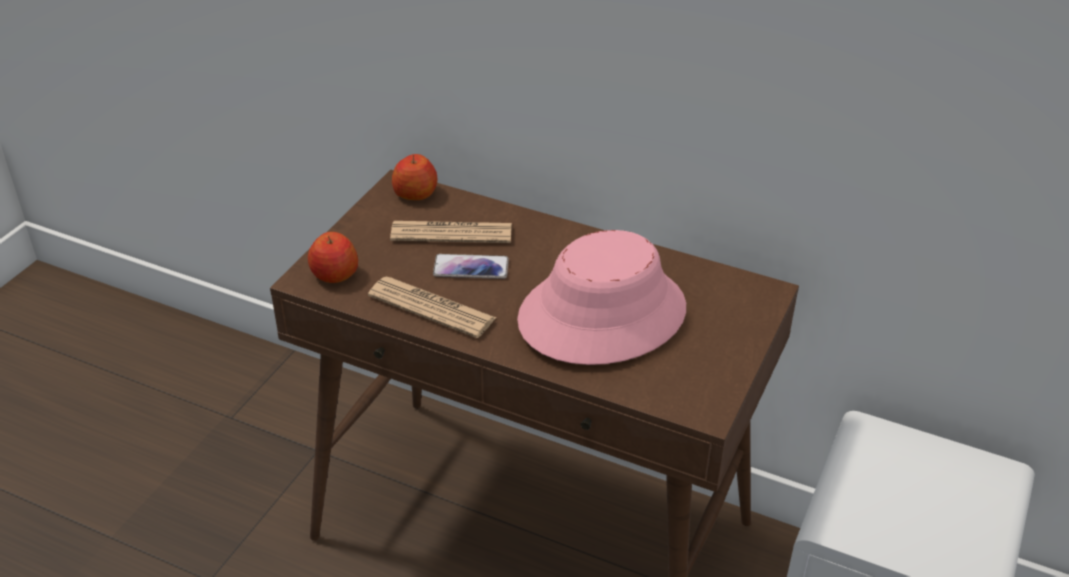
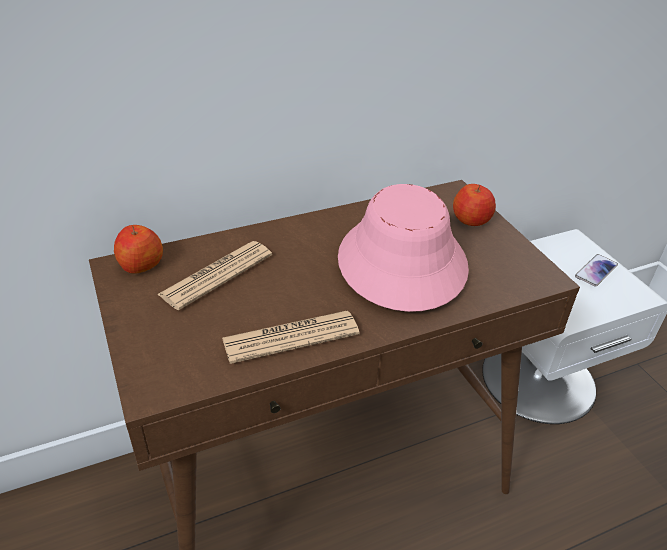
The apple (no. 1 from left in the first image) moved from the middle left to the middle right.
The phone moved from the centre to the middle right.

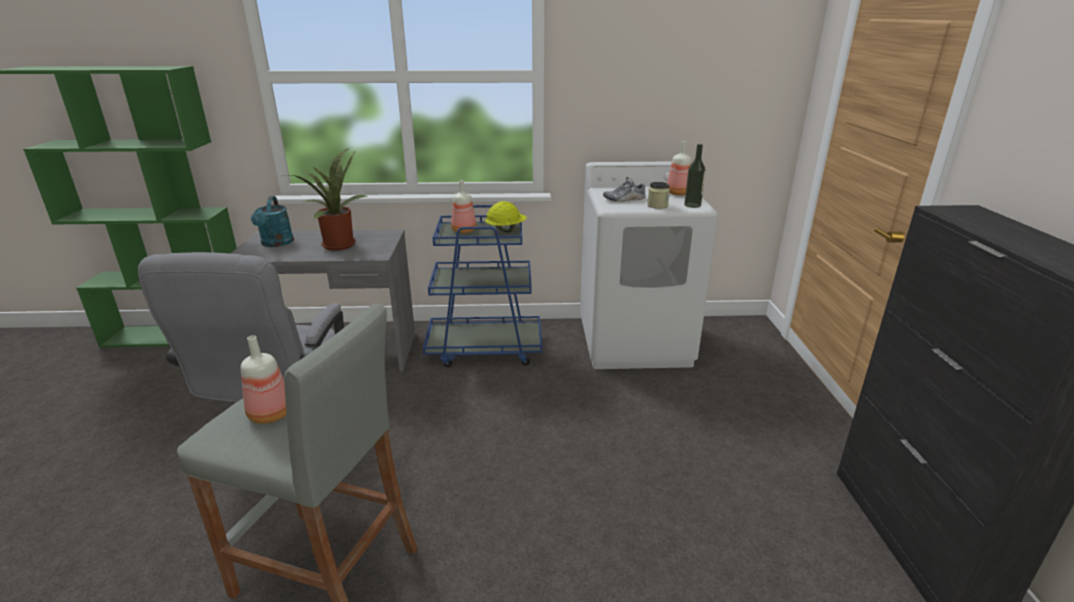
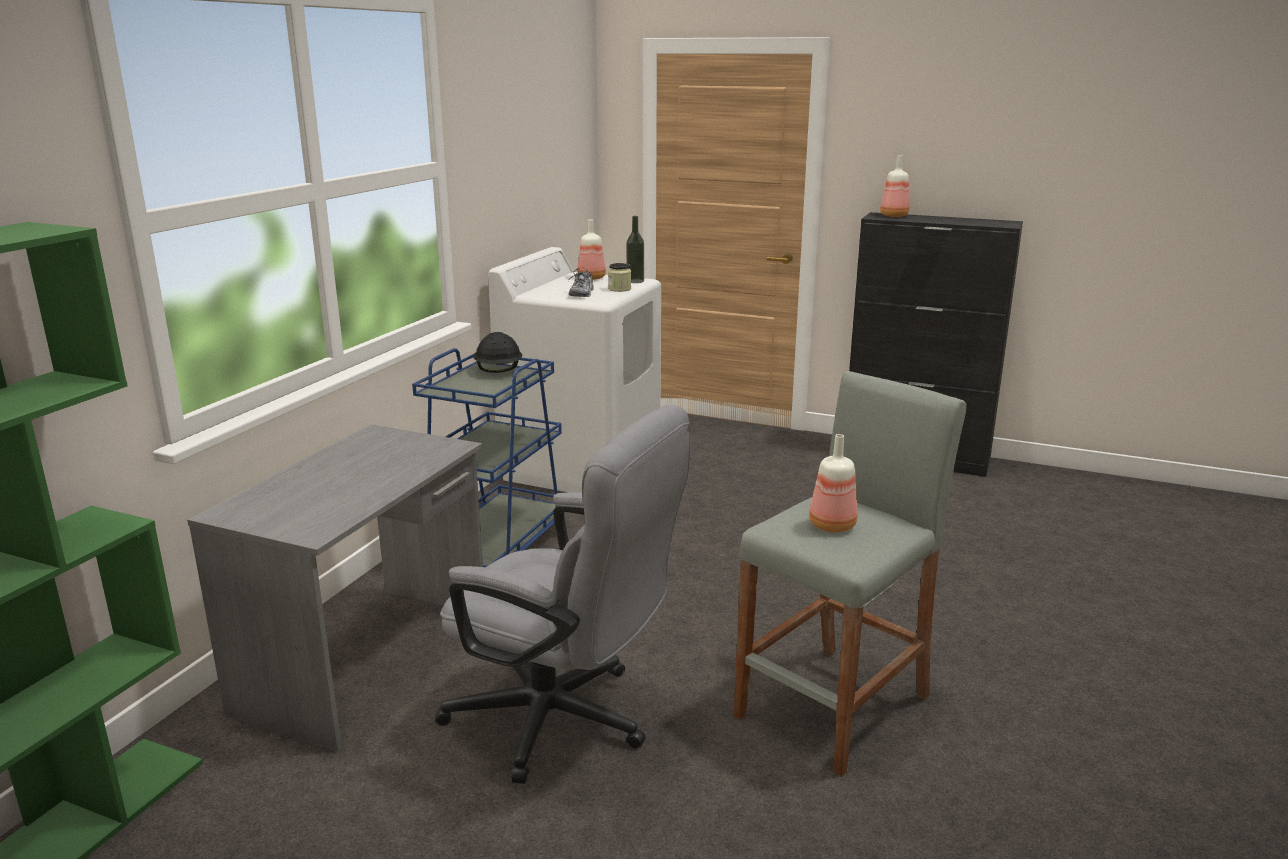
The potted plant at the top left disappeared.
The bottle (no. 2 from left in the first image) moved from the centre to the top right.
The watering can (turquoise) at the middle left disappeared.
The hard hat (yellow) at the centre became the hard hat (black) at the centre.

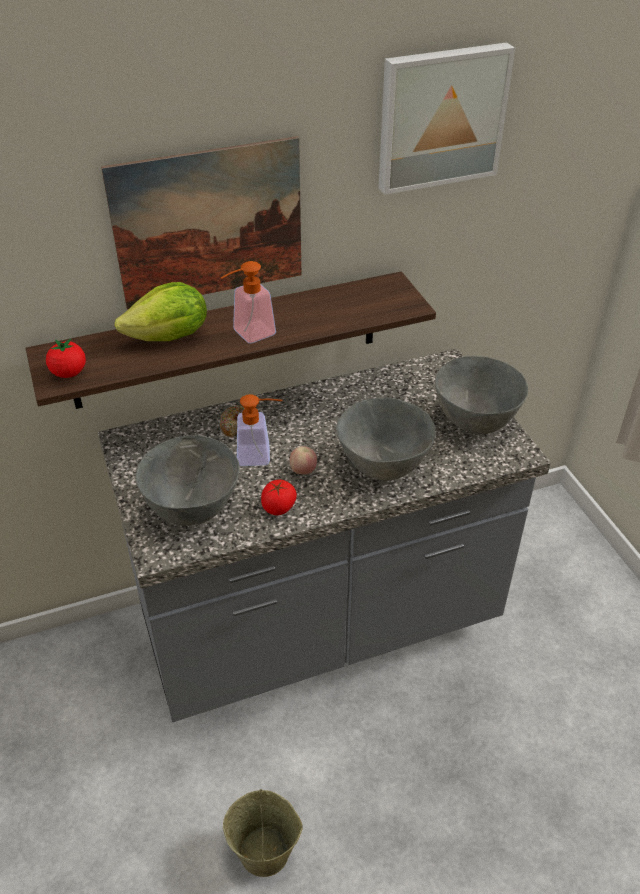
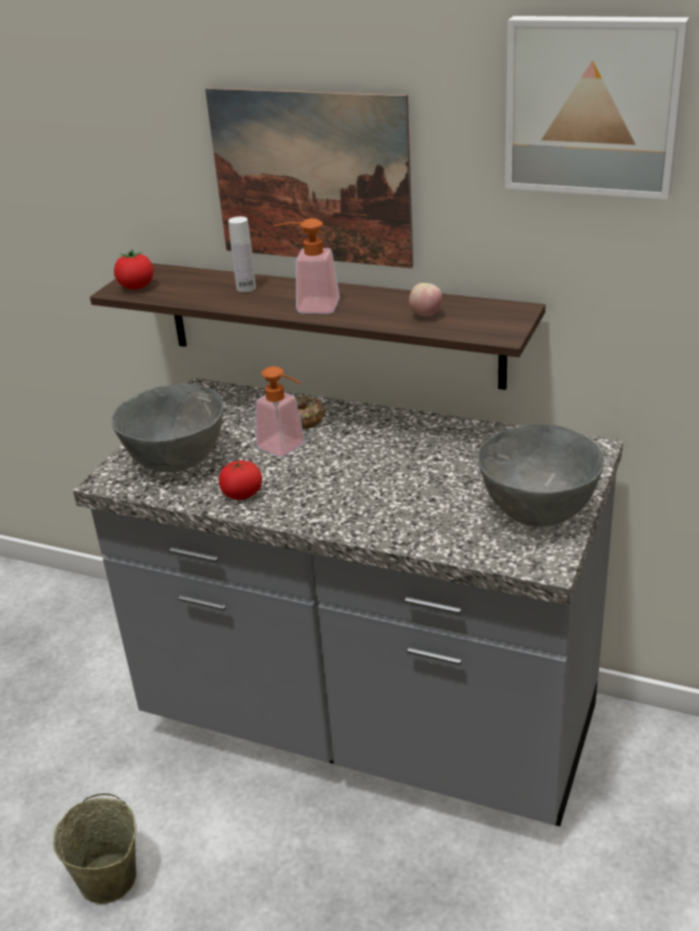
The lettuce at the middle left was replaced by the bottle (white) at the top centre.
The bowl (grey) (no. 2 from left) at the centre disappeared.
The apple moved from the centre to the top centre.

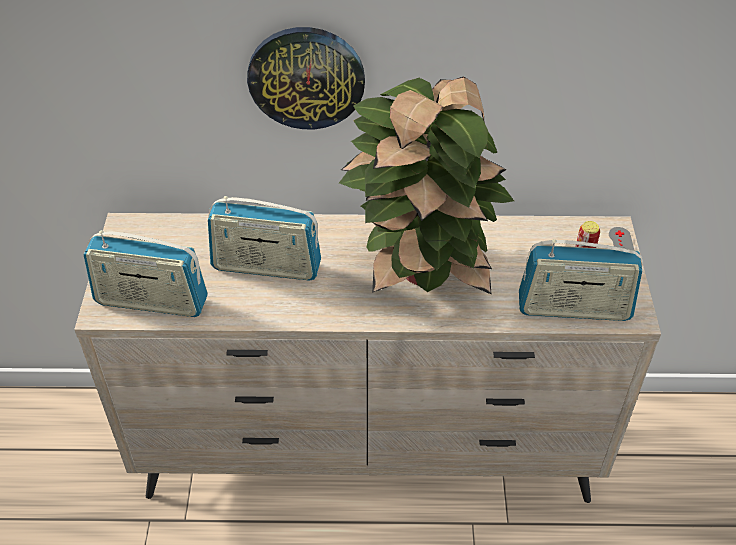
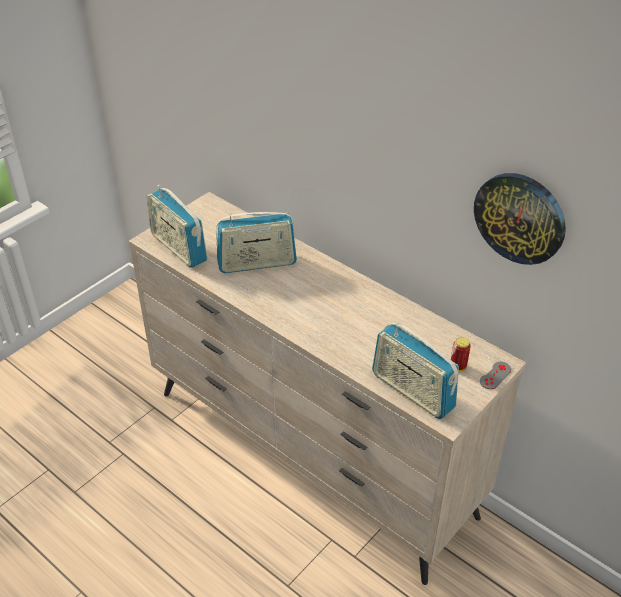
The wall clock moved from the top centre to the middle right.
The potted plant at the centre disappeared.
The radio (no. 2 from left) at the centre turned 60 degrees counterclockwise.

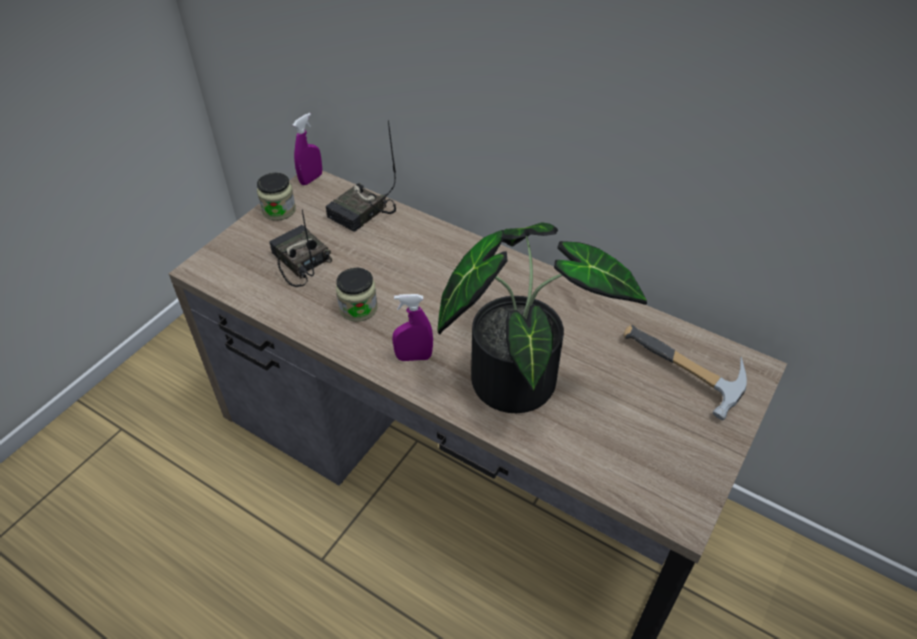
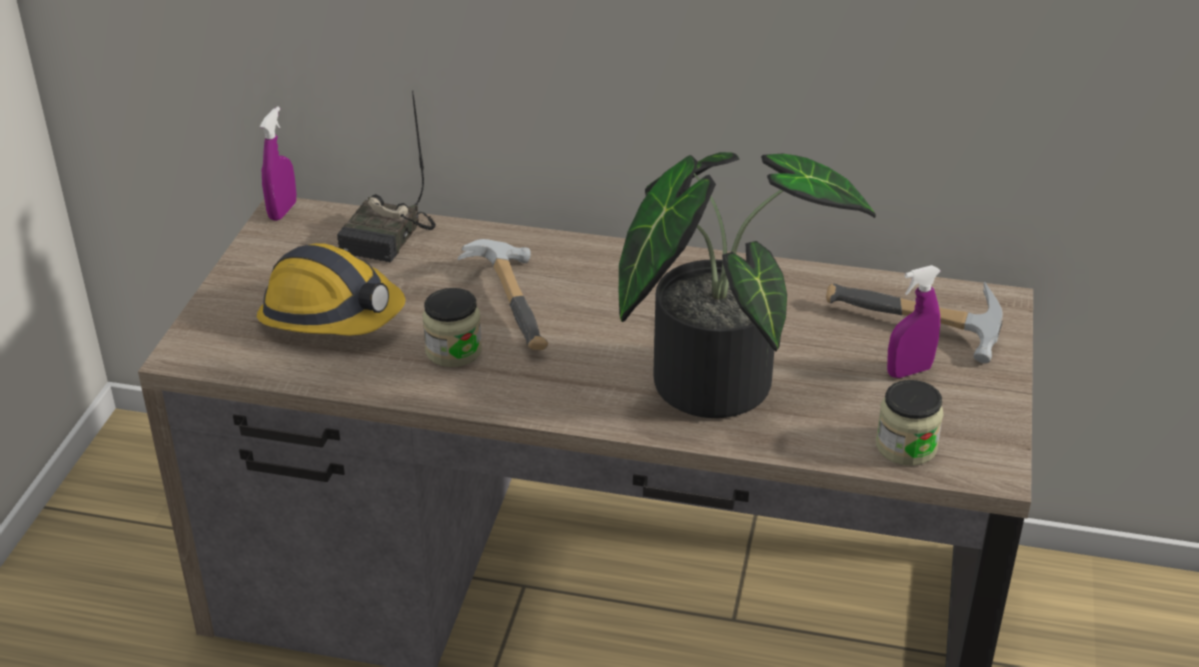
The jar (no. 1 from left in the first image) moved from the top left to the middle right.
The radio (no. 1 from left) at the middle left was replaced by the hard hat at the middle left.
The spray bottle (purple) (no. 2 from left) moved from the centre to the middle right.
The hammer (no. 1 from left) at the centre appeared.

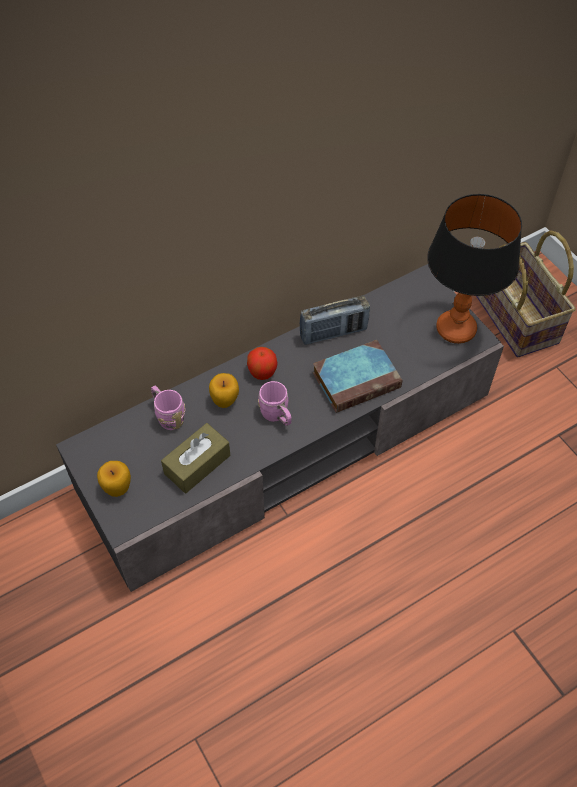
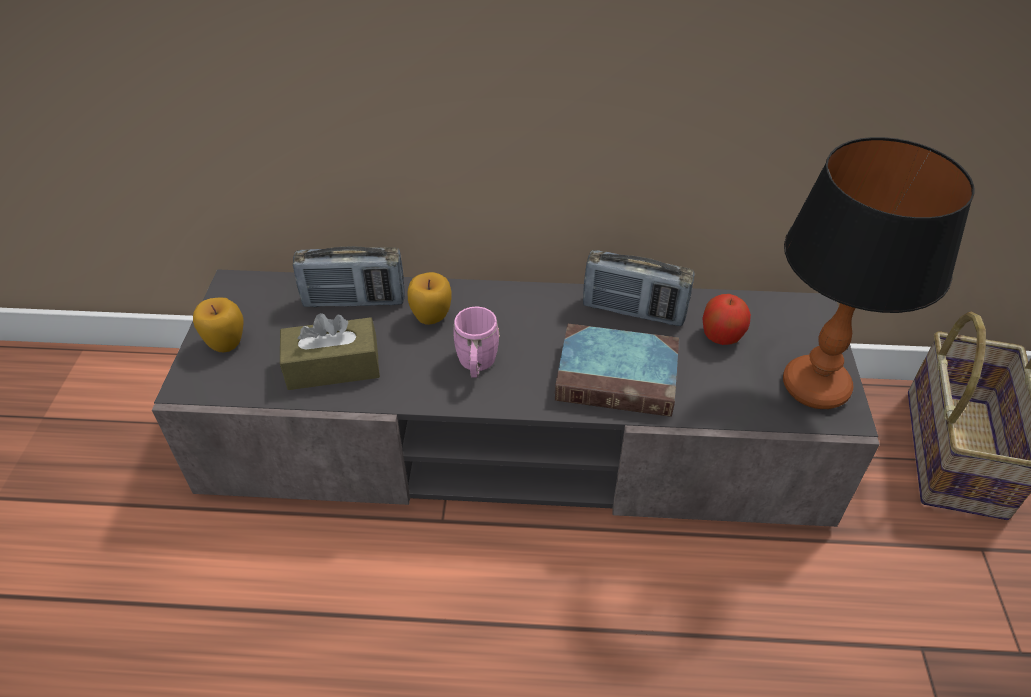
The apple (no. 3 from left) moved from the centre to the middle right.
The mug (pink) (no. 1 from left) at the middle left was replaced by the radio (no. 1 from left) at the centre.

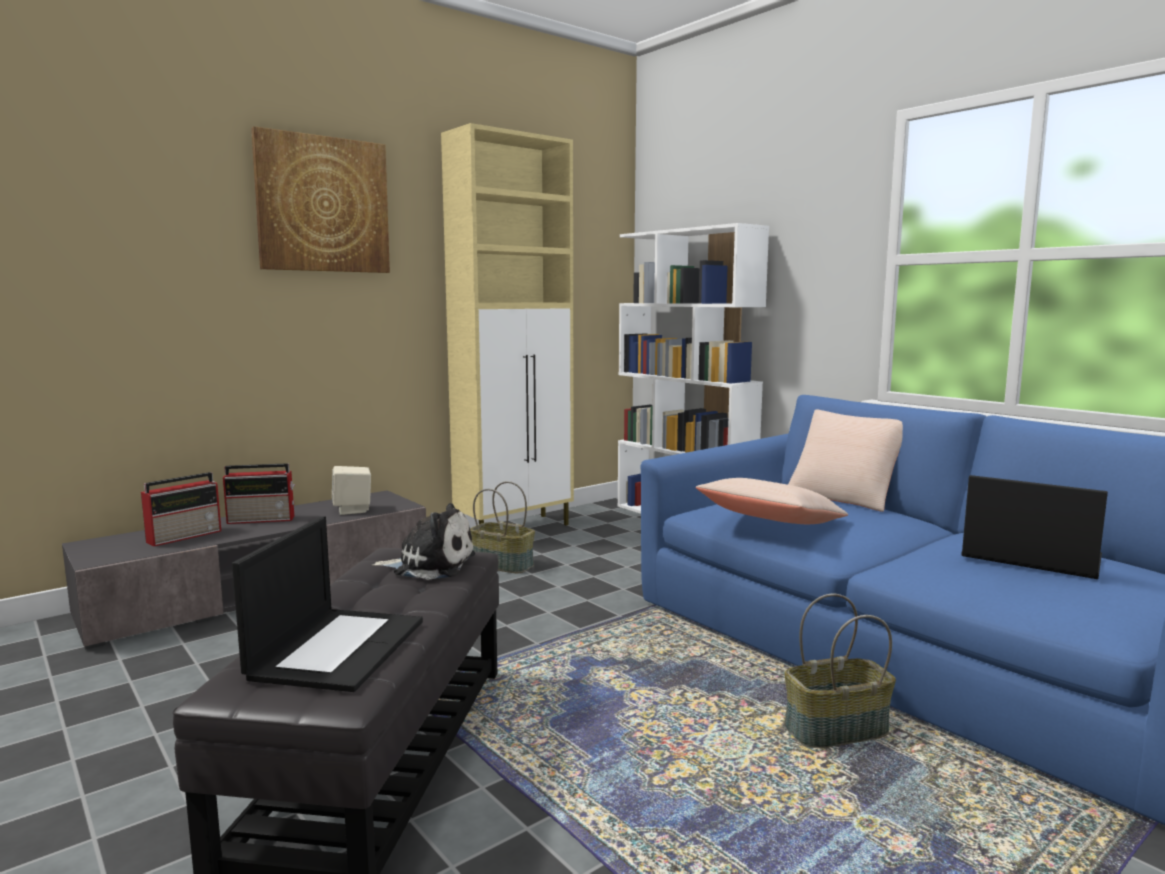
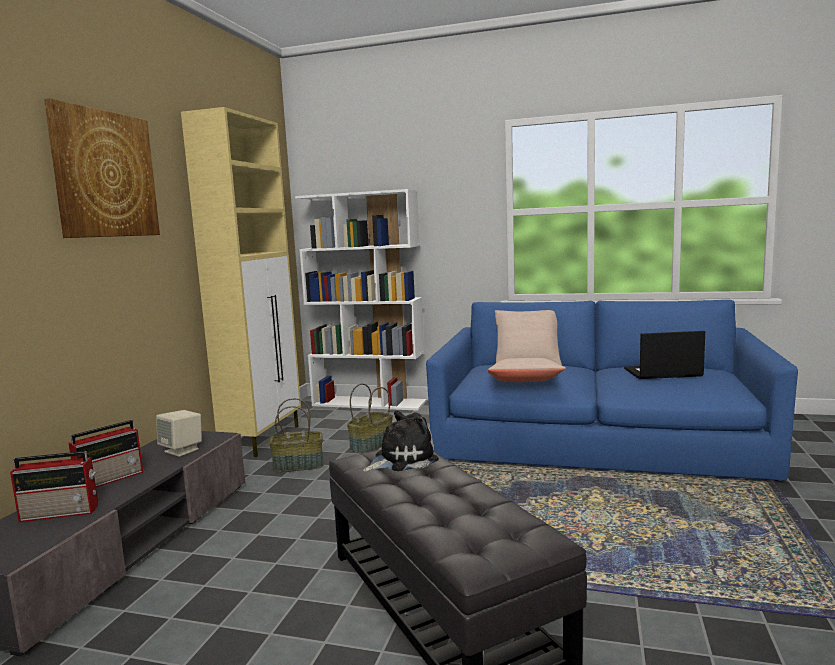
The radio (no. 1 from left) at the middle left turned 75 degrees clockwise.
The laptop (no. 1 from left) at the bottom left disappeared.
The basket (no. 2 from left) moved from the bottom right to the centre.

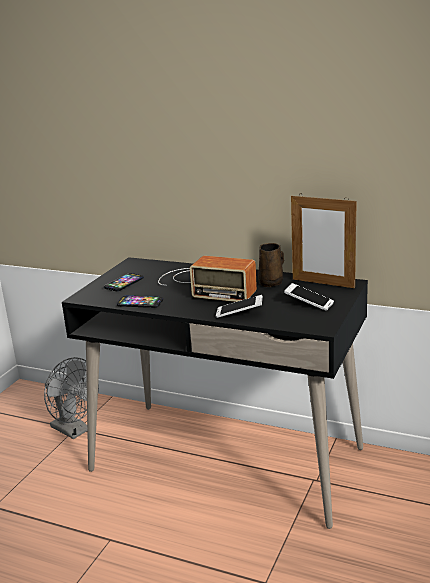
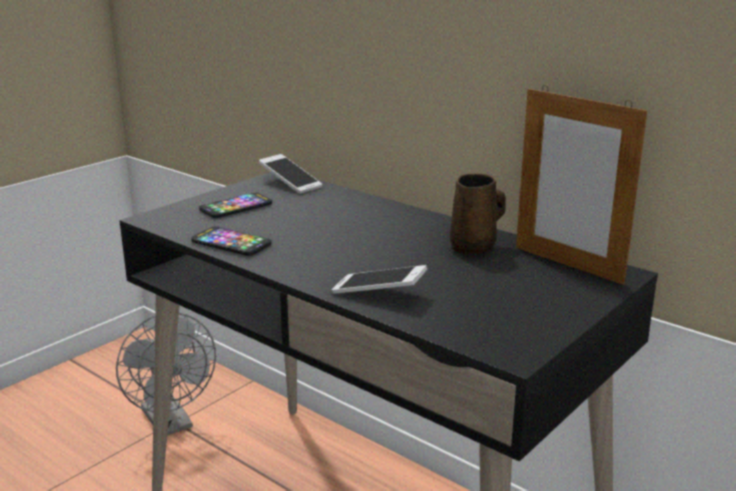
The radio at the centre disappeared.
The phone (no. 4 from left in the first image) moved from the middle right to the centre.

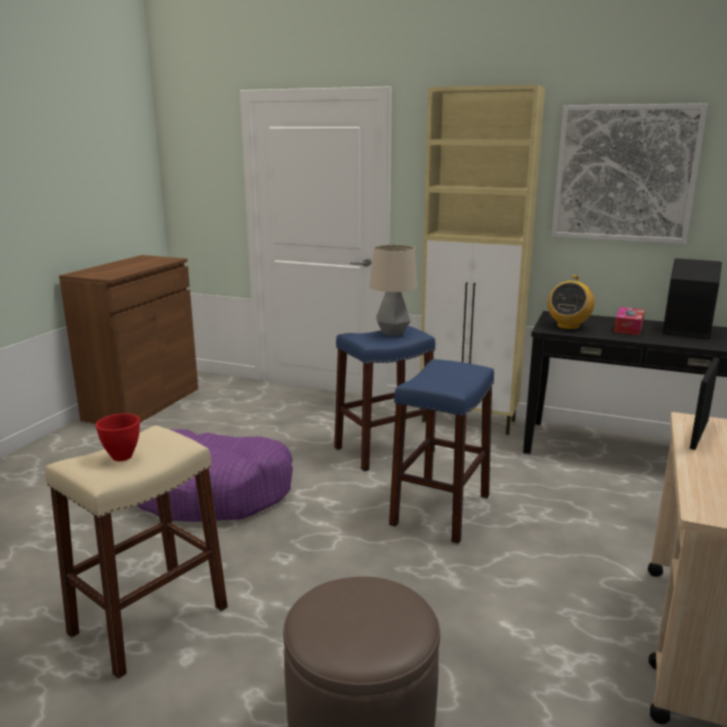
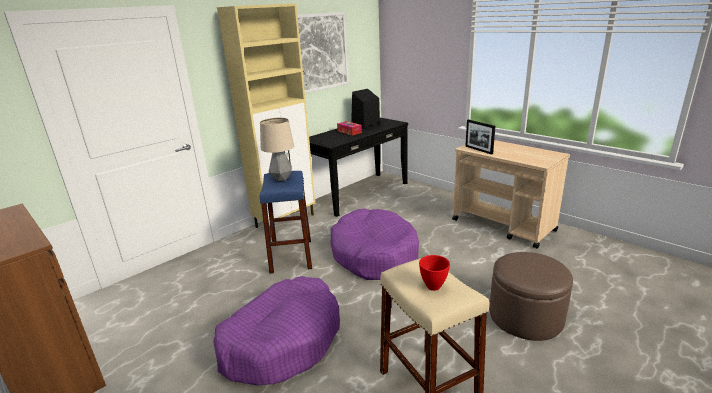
The radio at the middle right disappeared.
The stool (blue) (no. 2 from left) at the centre was replaced by the dog bed (purple) (no. 2 from left) at the centre.

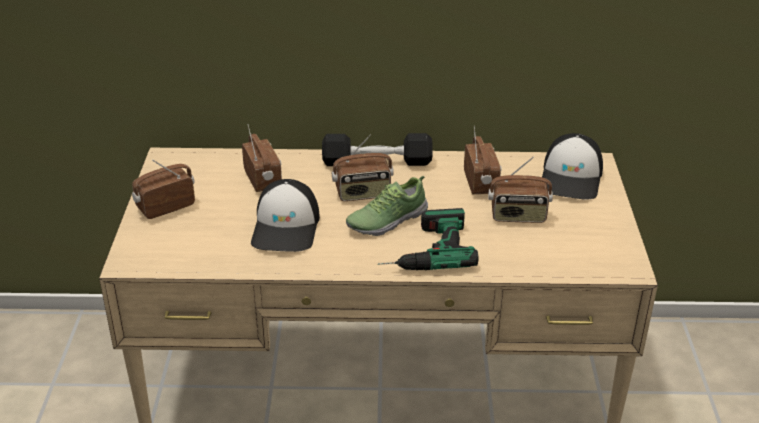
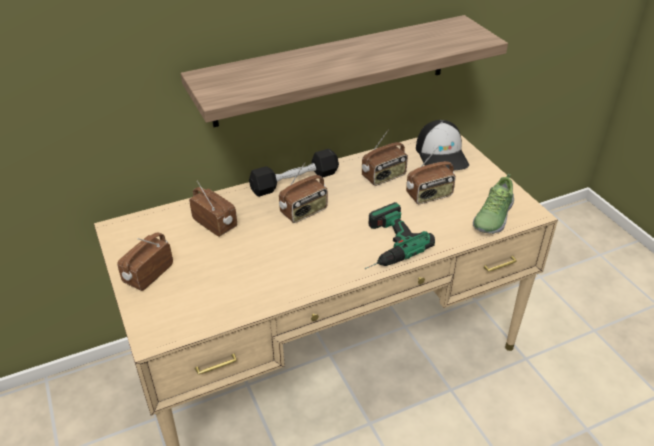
The radio (no. 4 from left) at the centre turned 90 degrees clockwise.
The shoe moved from the centre to the middle right.
The cap (no. 1 from left) at the centre disappeared.
The shelf at the top centre appeared.

